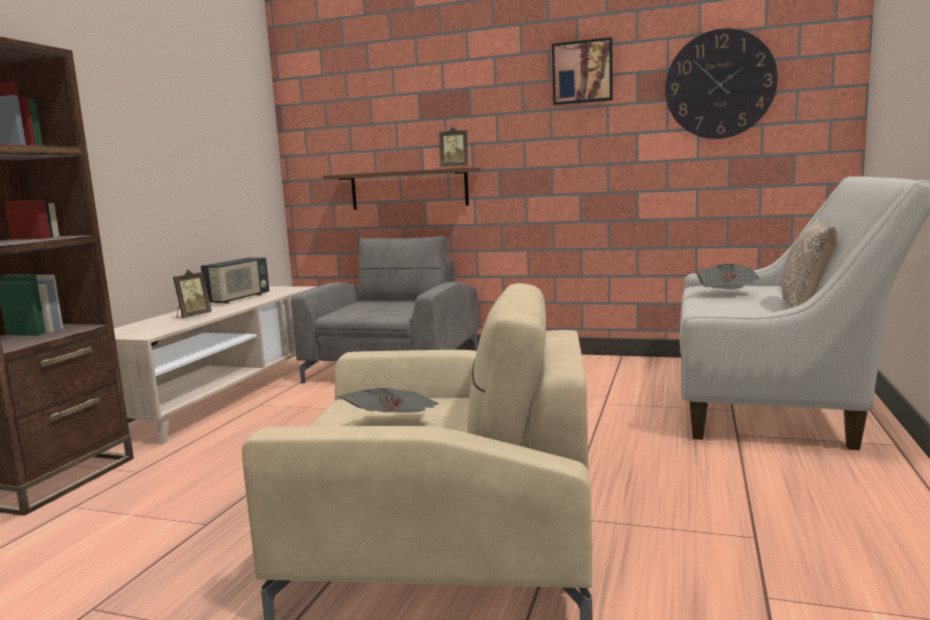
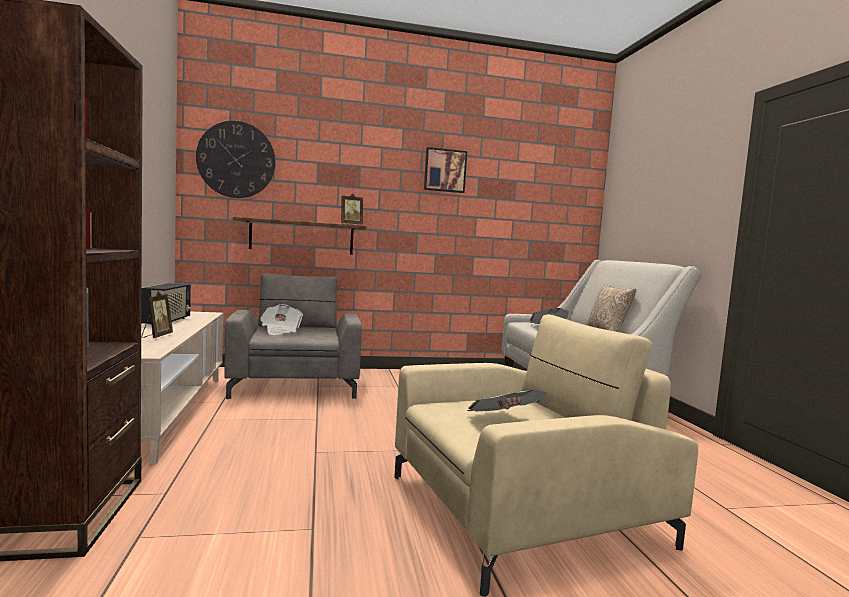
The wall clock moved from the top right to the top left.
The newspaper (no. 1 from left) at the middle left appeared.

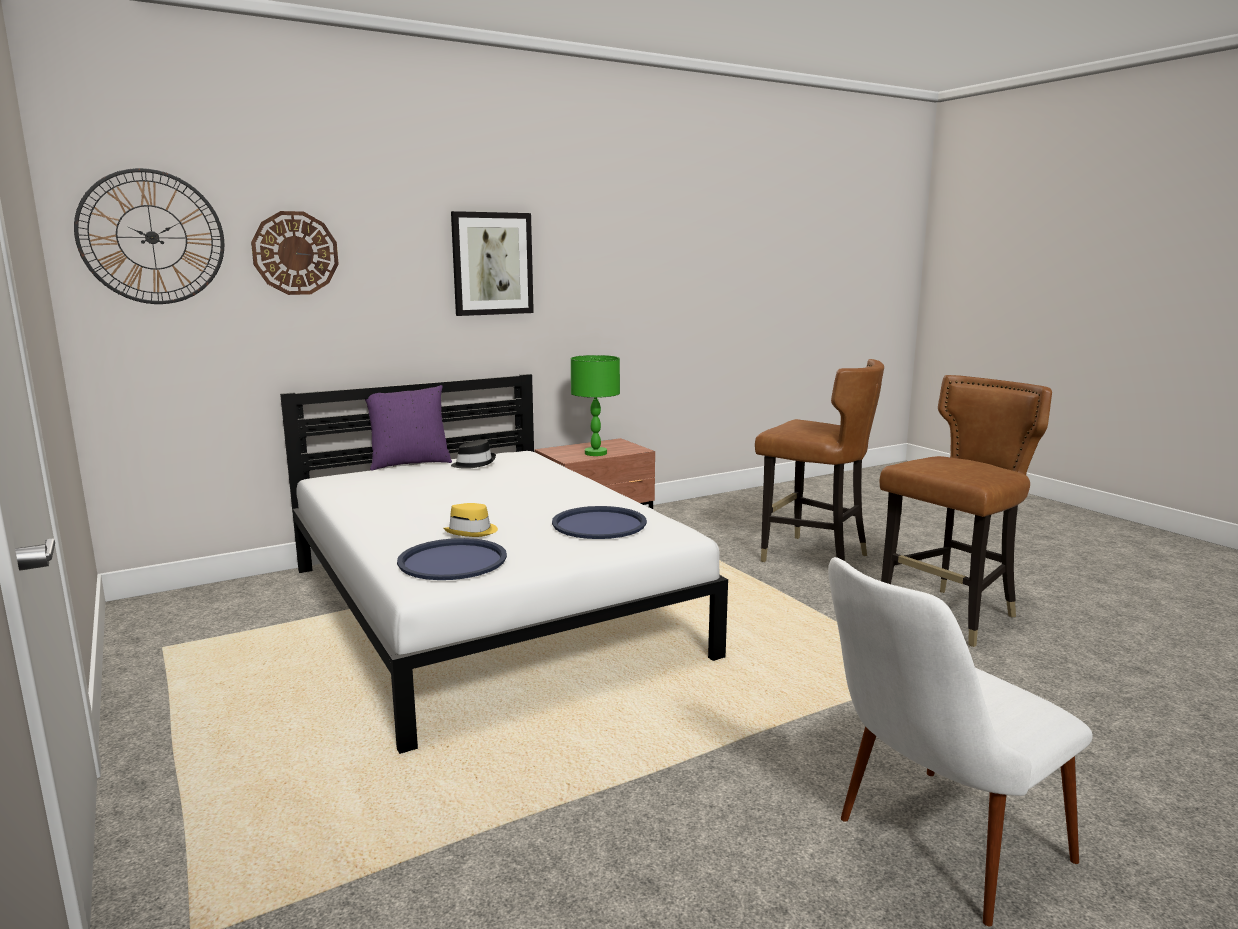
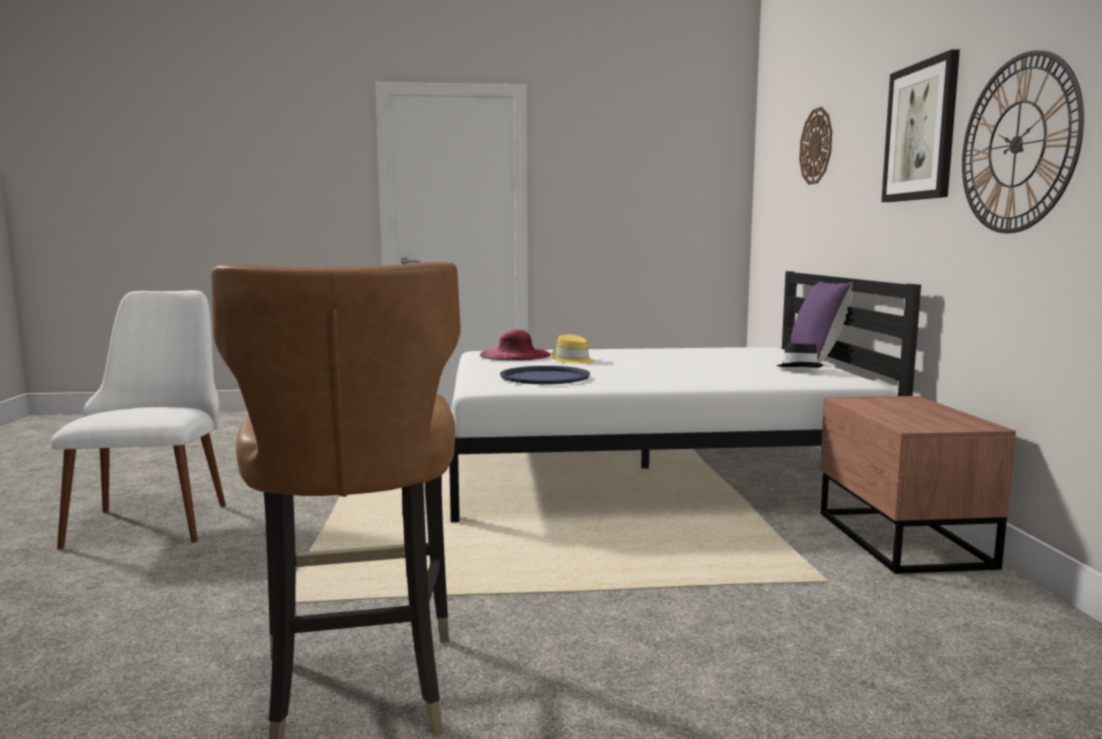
The wall clock (no. 1 from left in the first image) moved from the top left to the top right.
The table lamp (green) at the centre disappeared.
The chair (brown) (no. 1 from left) at the centre disappeared.
The tray (blue) (no. 1 from left) at the centre was replaced by the hat (pink) at the centre.

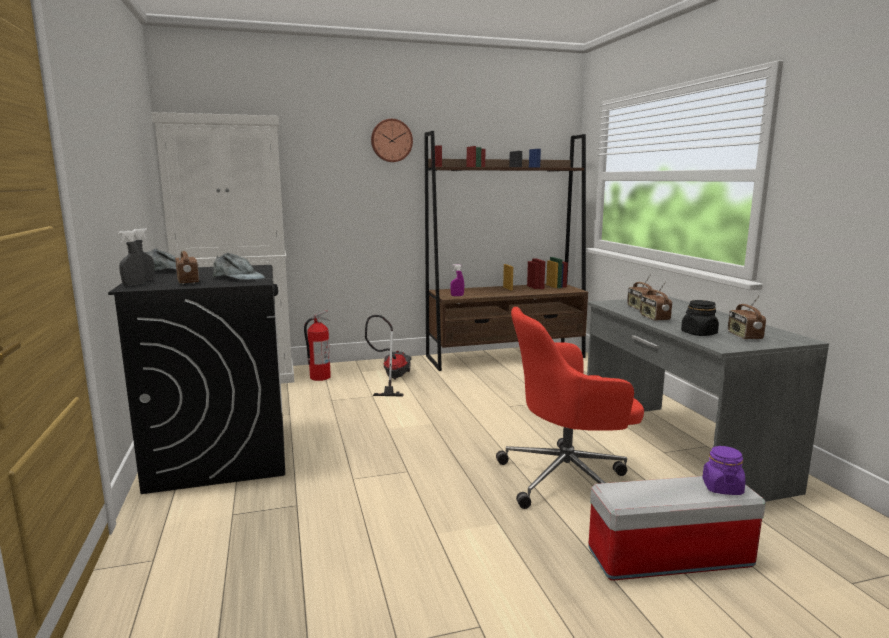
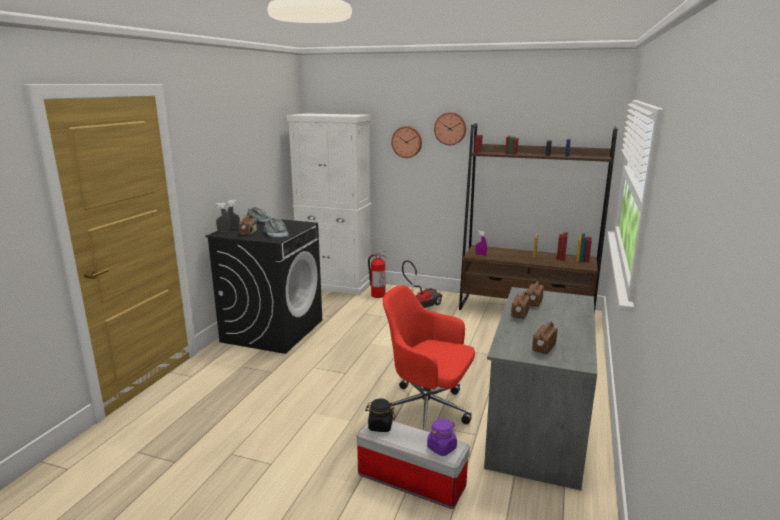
The jar (black) moved from the middle right to the bottom centre.
The wall clock (no. 1 from left) at the top centre appeared.

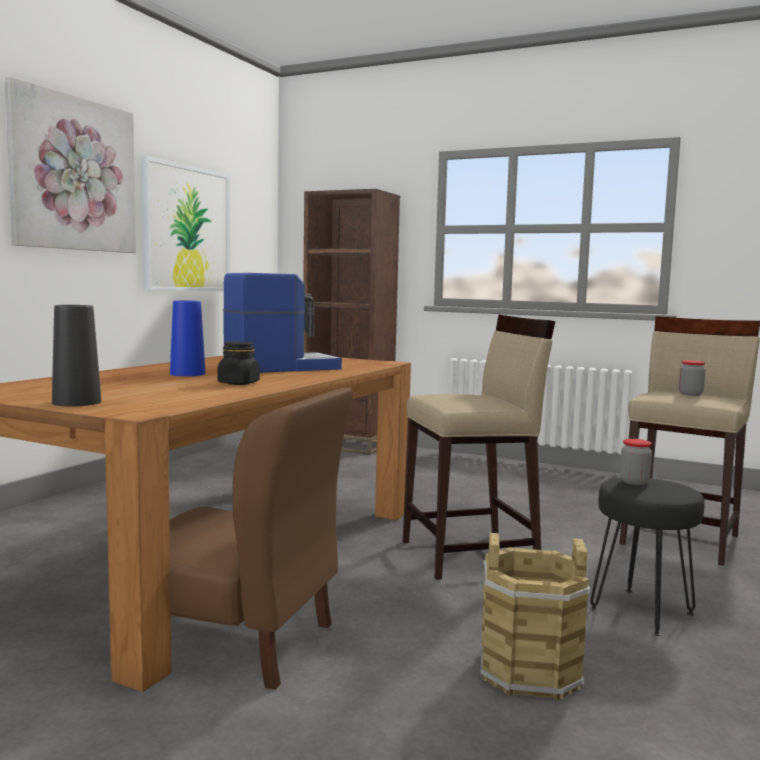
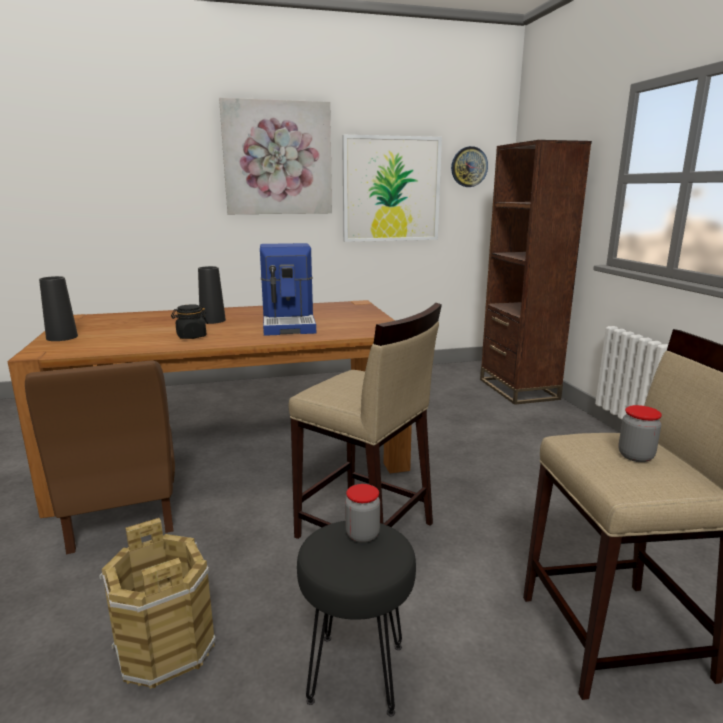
The coffee machine at the centre turned 60 degrees clockwise.
The vase (blue) at the middle left became the vase (black) (no. 2 from left) at the middle left.
The wall clock at the top centre appeared.

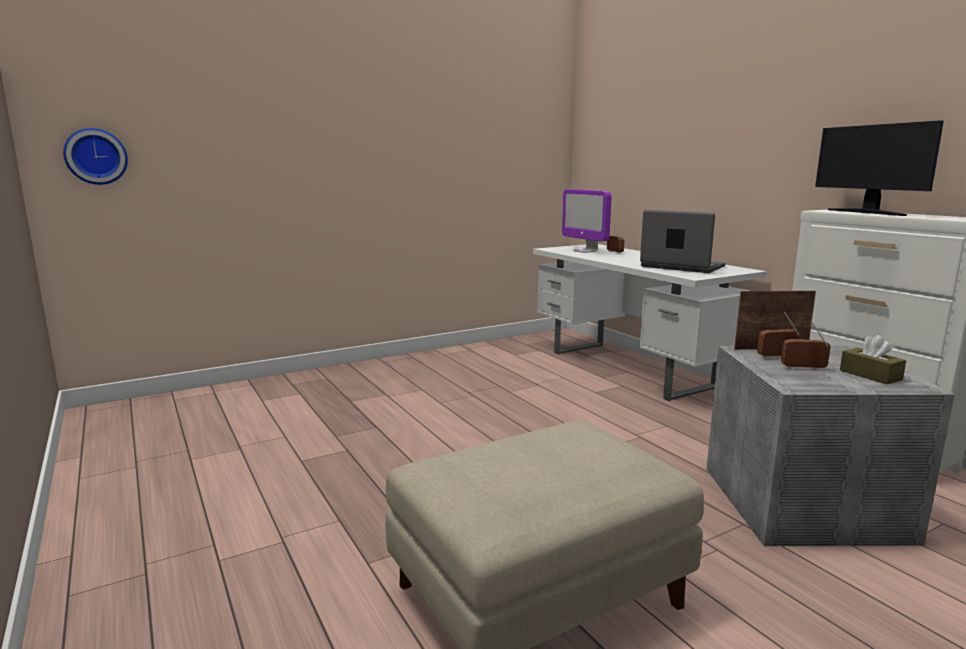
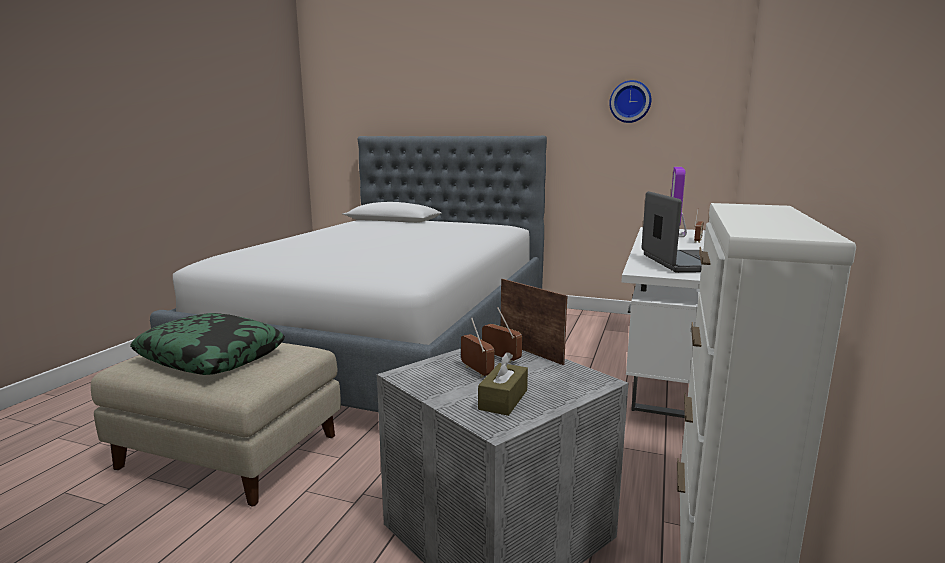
The monitor (no. 2 from left) at the top right disappeared.
The wall clock moved from the top left to the top right.
The bed at the centre appeared.
The pillow at the middle left appeared.

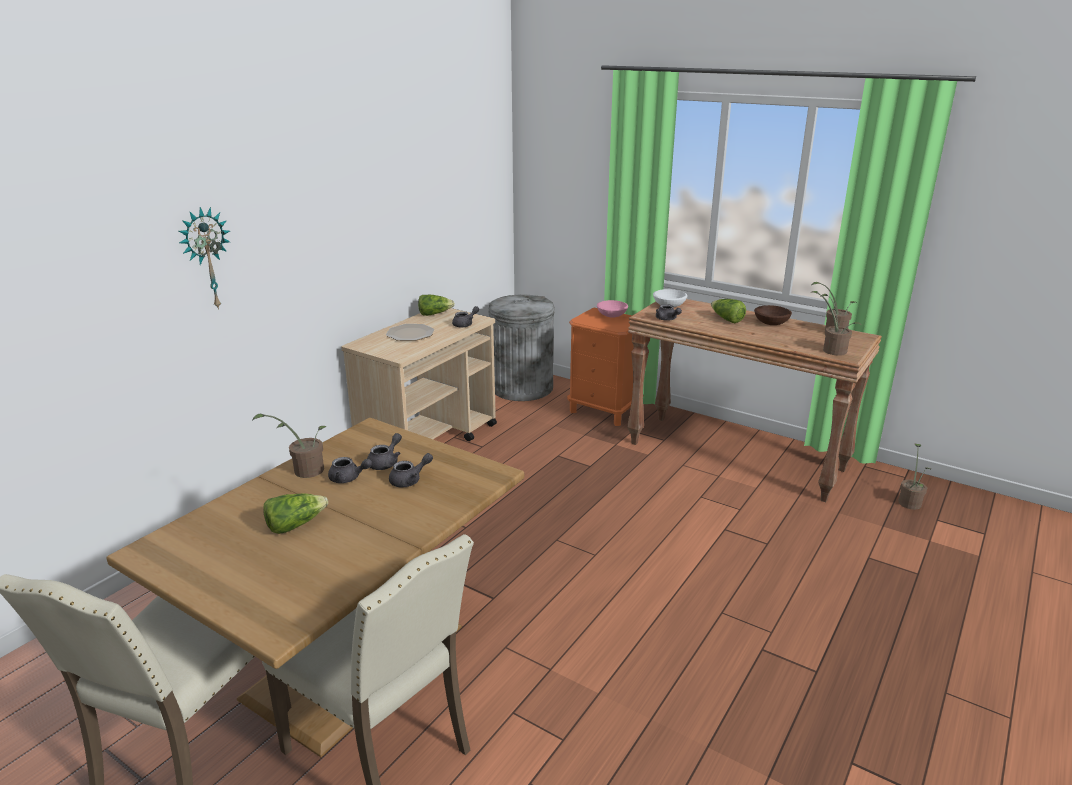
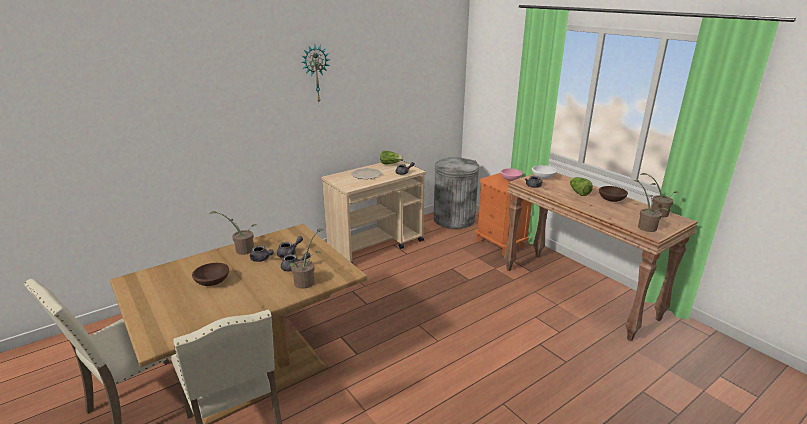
The wall clock moved from the top left to the top centre.
The potted plant (no. 4 from left in the first image) moved from the middle right to the centre.
The lettuce (no. 1 from left) at the middle left was replaced by the bowl (brown) (no. 1 from left) at the middle left.

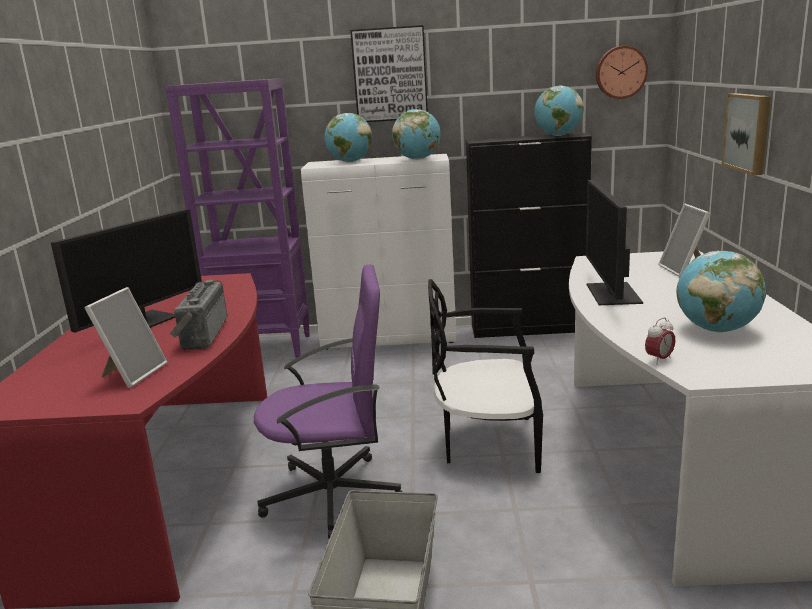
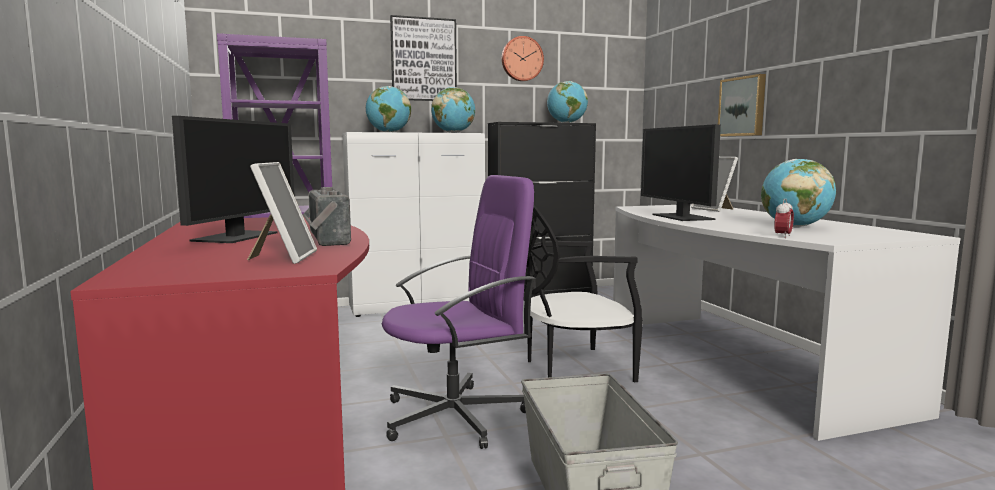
The wall clock moved from the top right to the top centre.

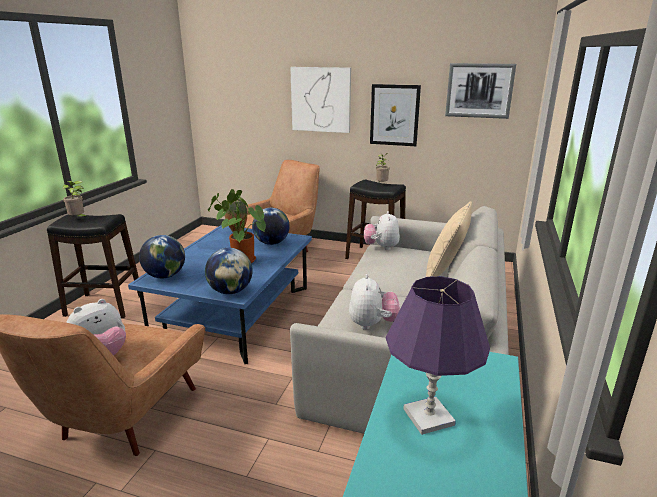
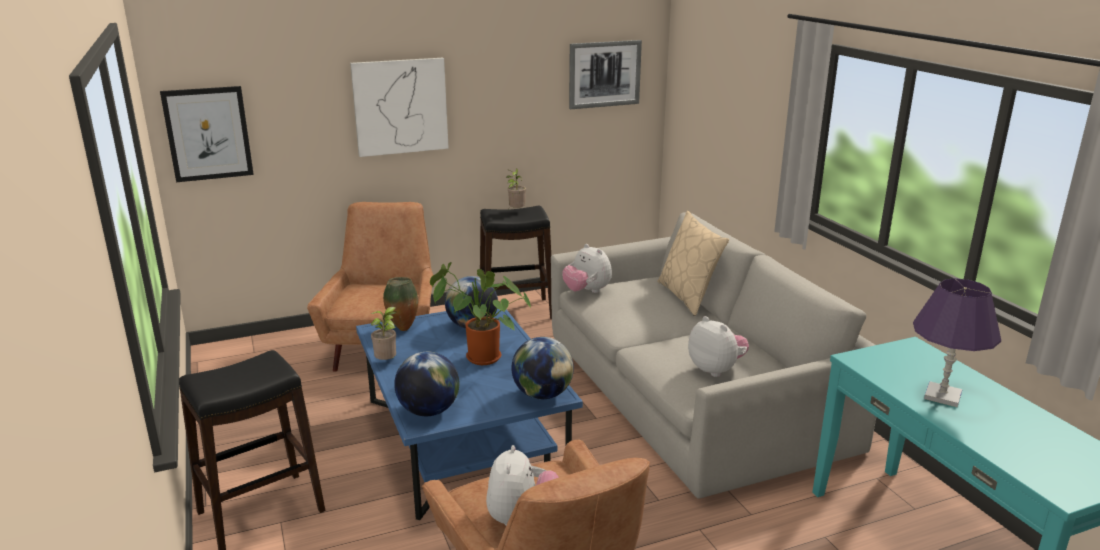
The picture (no. 2 from left in the first image) moved from the top centre to the top left.
The potted plant (no. 1 from left) moved from the middle left to the centre.

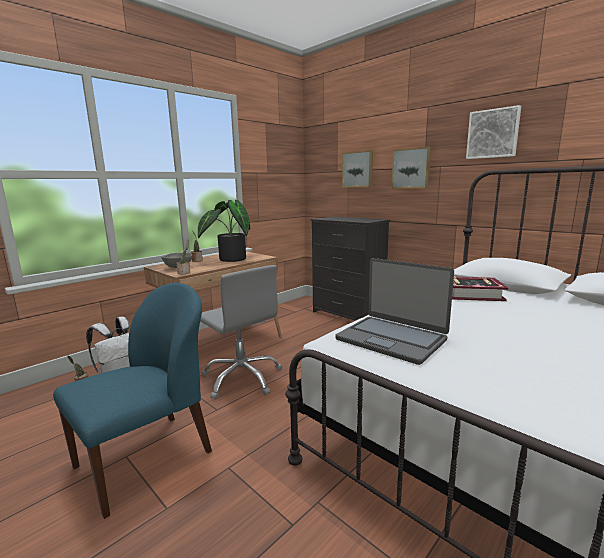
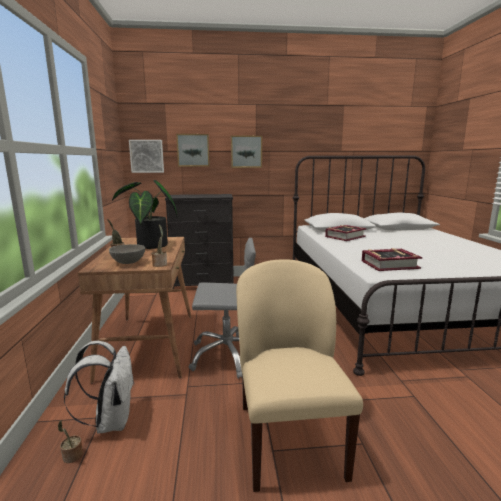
The picture (no. 3 from left in the first image) moved from the top right to the top left.
The laptop at the centre was replaced by the book (no. 2 from left) at the middle right.
The chair (blue) at the bottom left became the chair (beige) at the bottom centre.

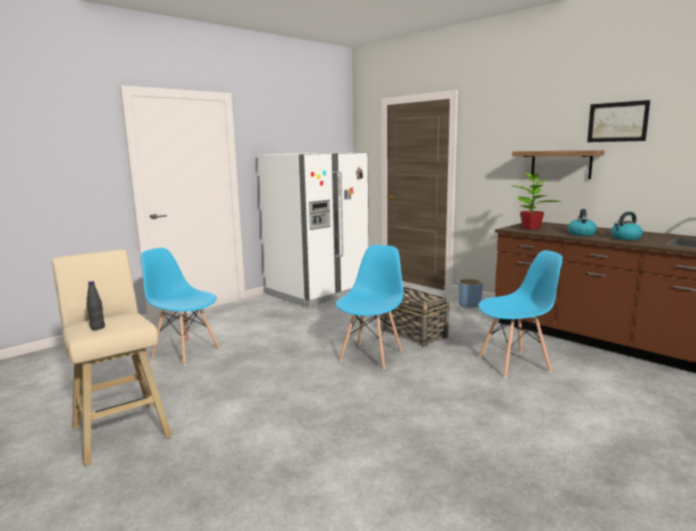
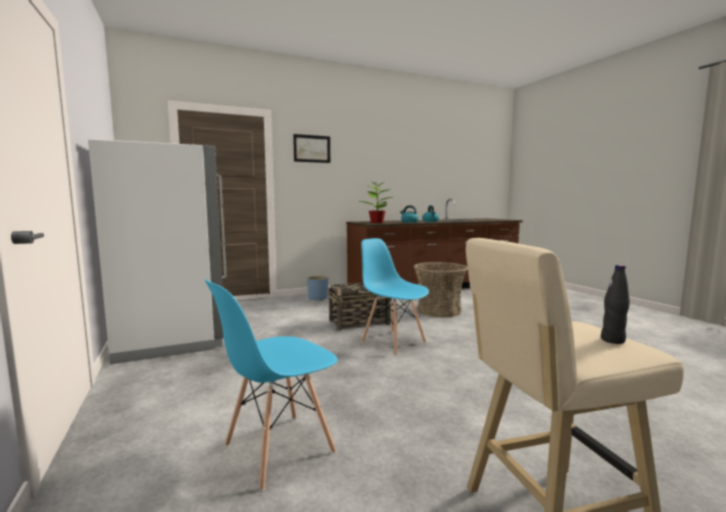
The picture moved from the top right to the top centre.
The shelf at the top right disappeared.
The chair (blue) (no. 3 from left) at the middle right was replaced by the basket (no. 2 from left) at the centre.

